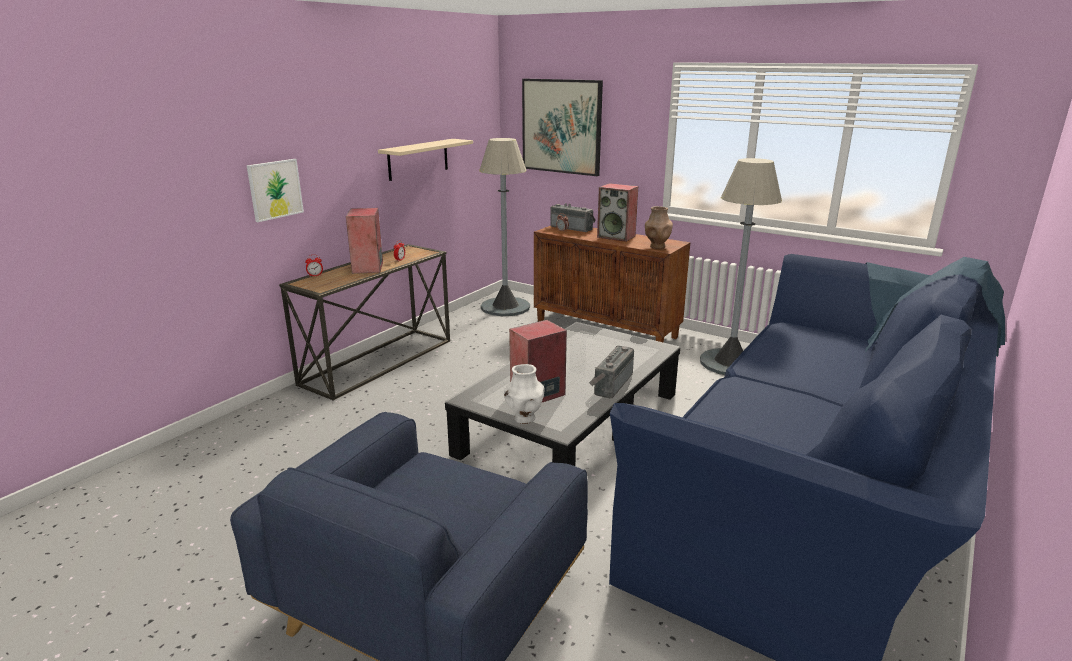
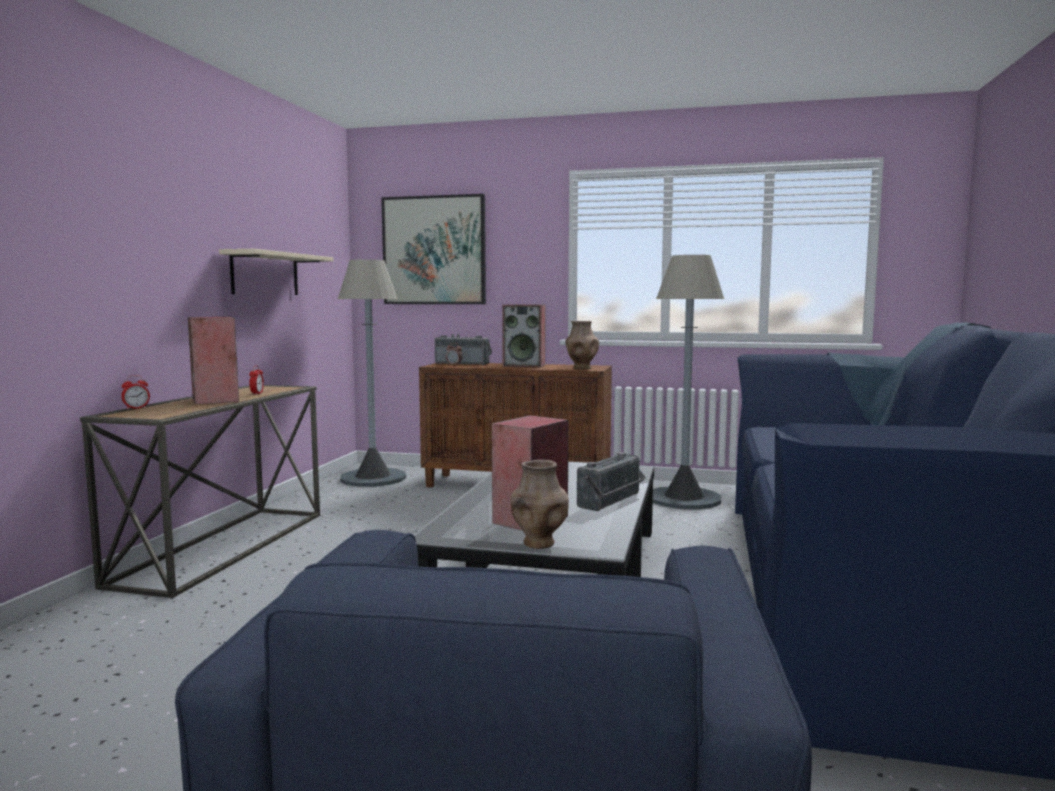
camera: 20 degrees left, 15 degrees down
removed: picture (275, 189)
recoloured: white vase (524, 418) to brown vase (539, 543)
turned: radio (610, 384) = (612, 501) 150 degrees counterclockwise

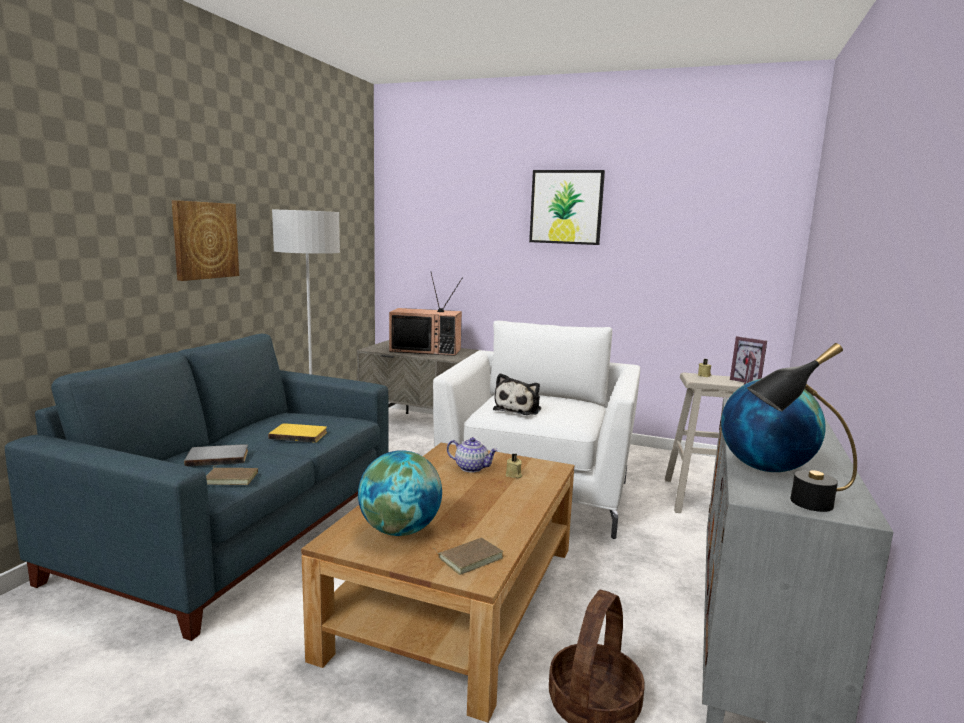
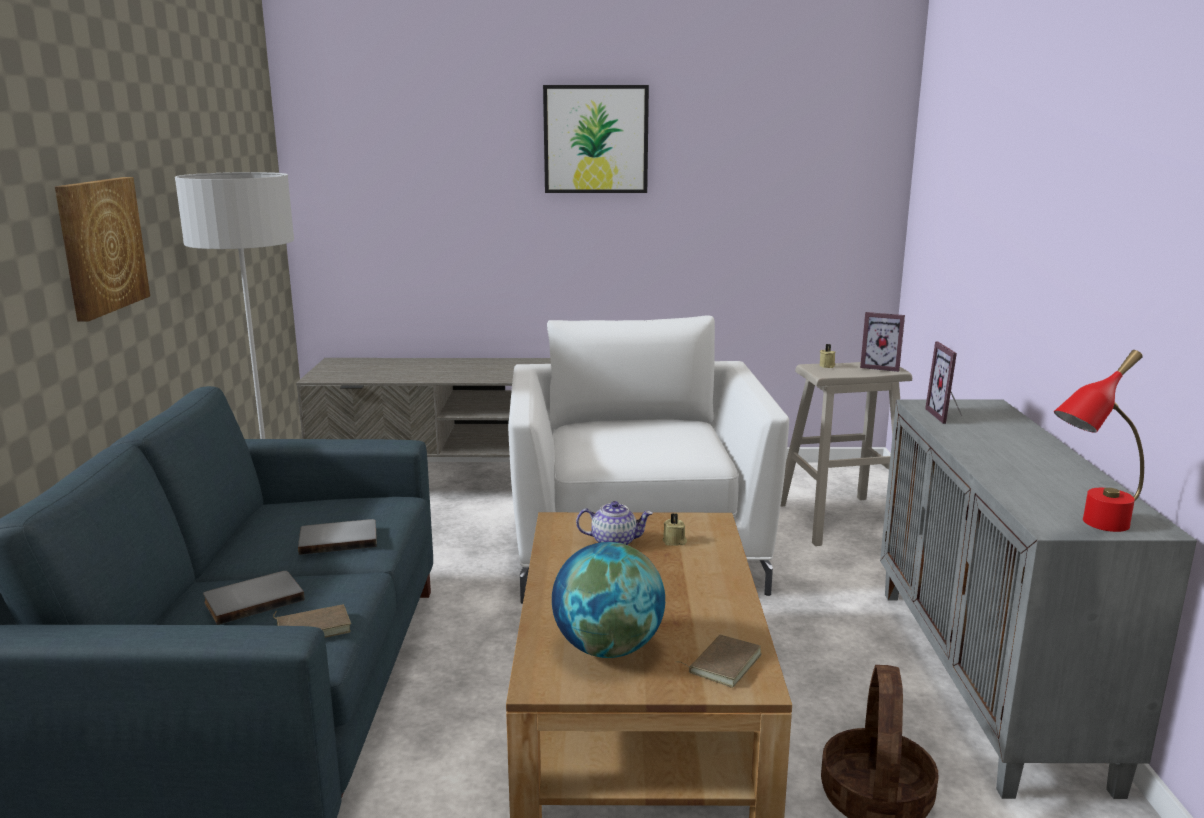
camera: 20 degrees left, 5 degrees up
removed: television (427, 350); plush toy (519, 409); globe (764, 468)
recoloured: black table lamp (793, 503) to red table lamp (1091, 527); yellow book (299, 435) to grey book (338, 539)

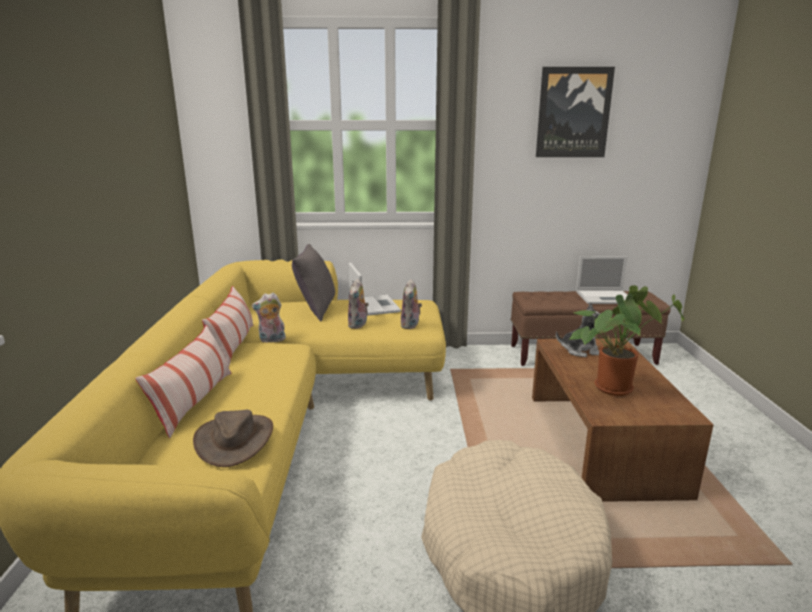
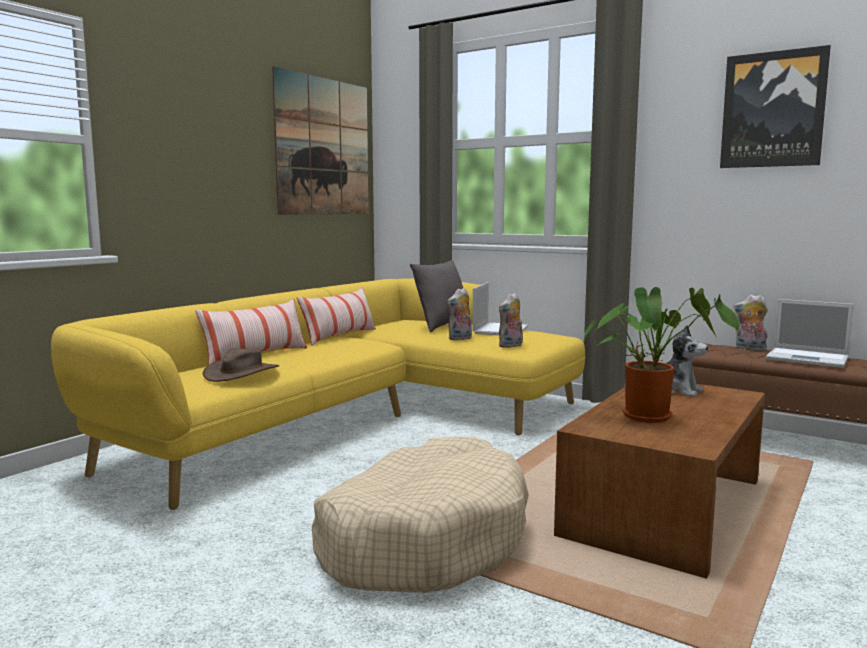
camera: 35 degrees right, 10 degrees down
added: picture (323, 147)
moved: plush toy (271, 340) to (750, 349)

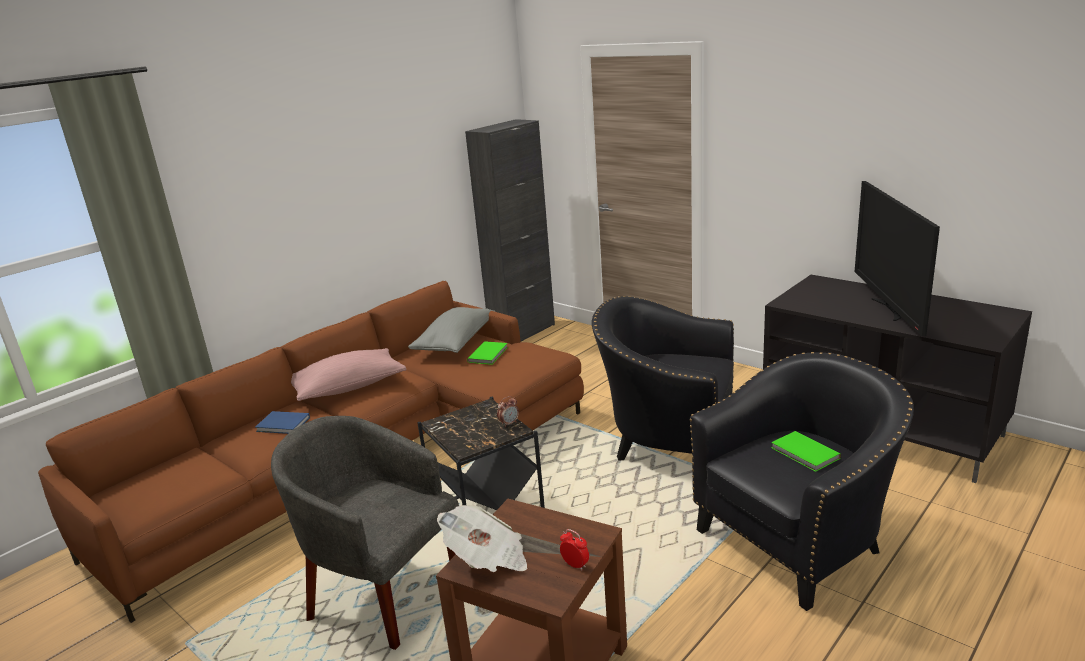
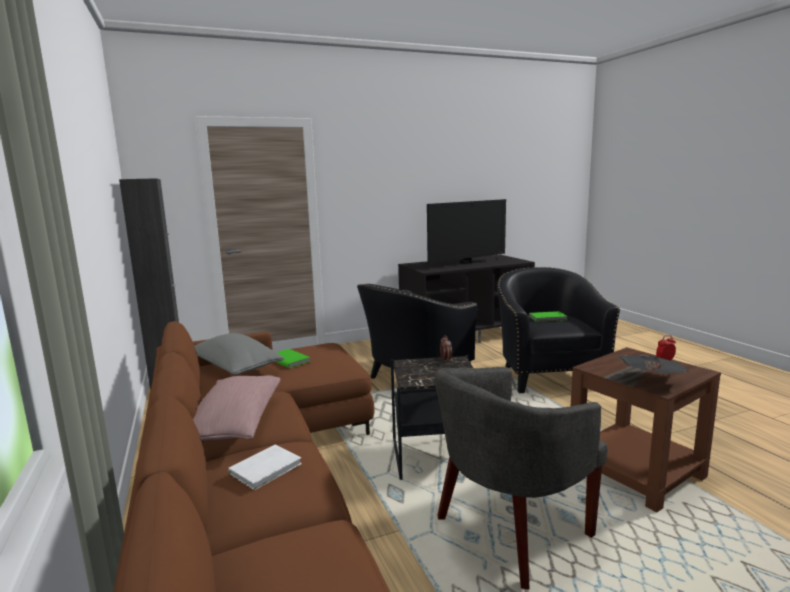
camera: 65 degrees left, 10 degrees down
recoloured: blue book (284, 425) to white book (267, 468)
turned: television (889, 309) = (466, 263) 60 degrees counterclockwise

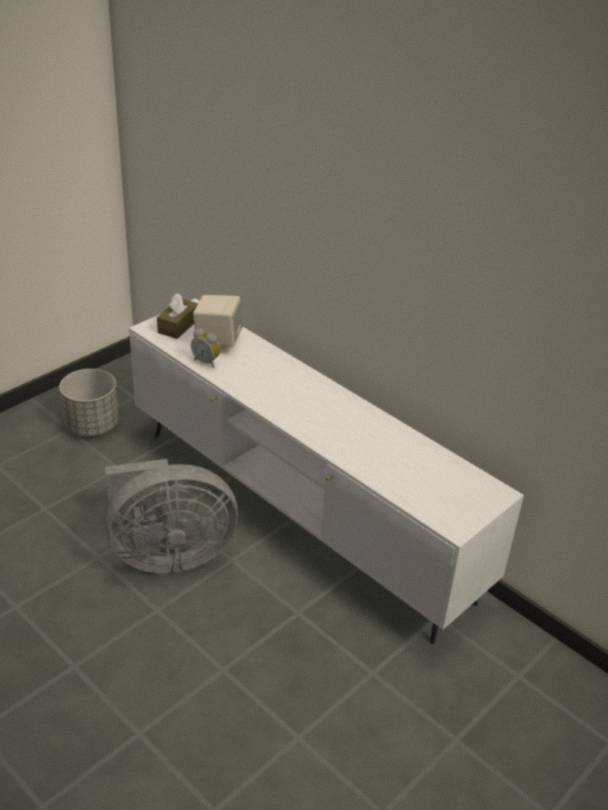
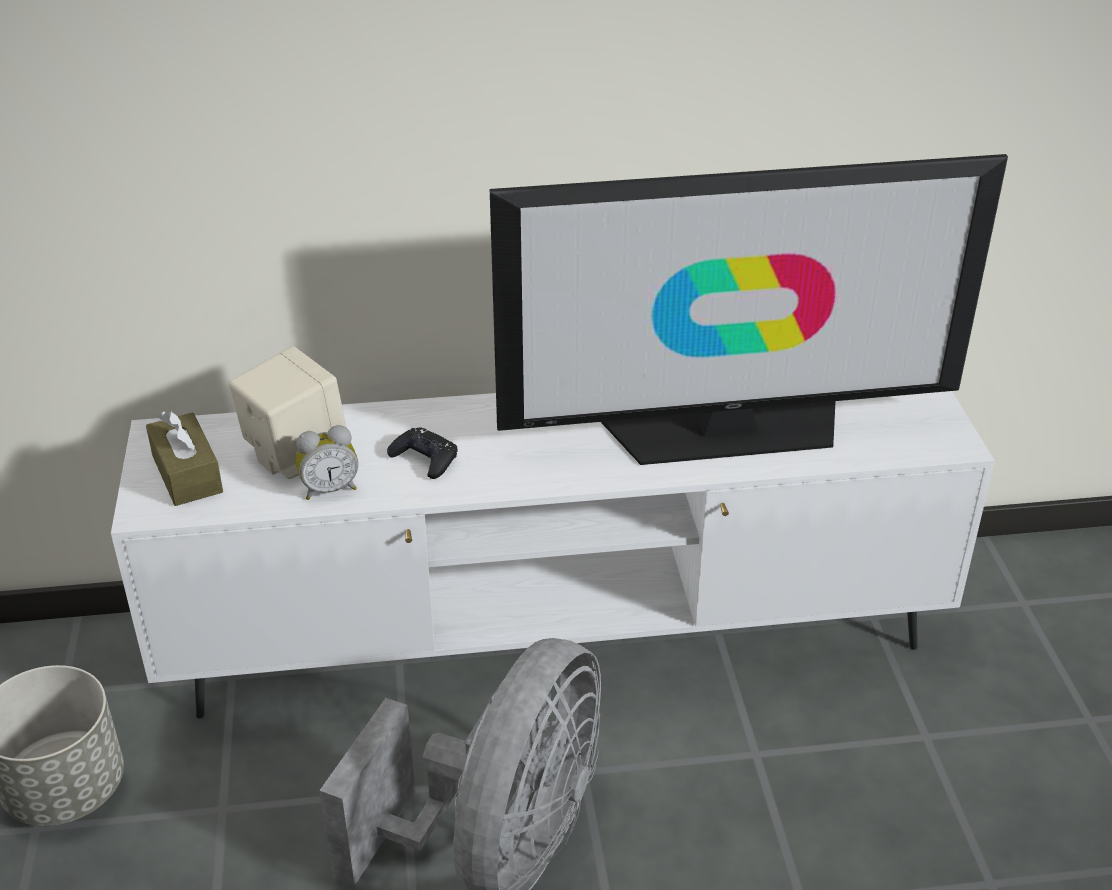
camera: 50 degrees left, 0 degrees up
added: television (727, 431); black game controller (424, 459)

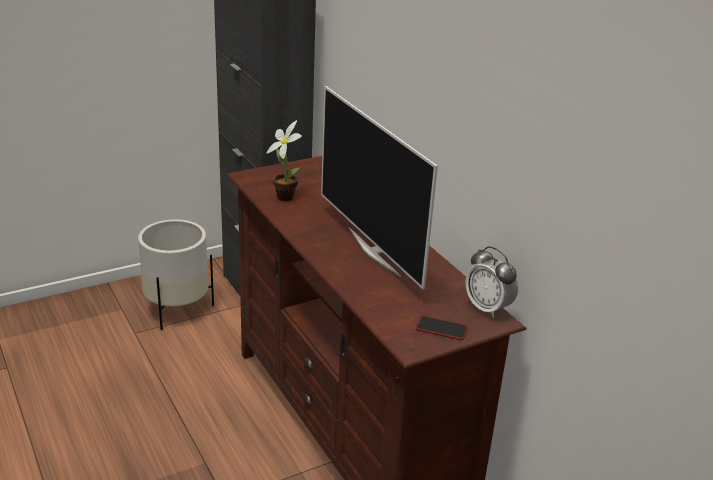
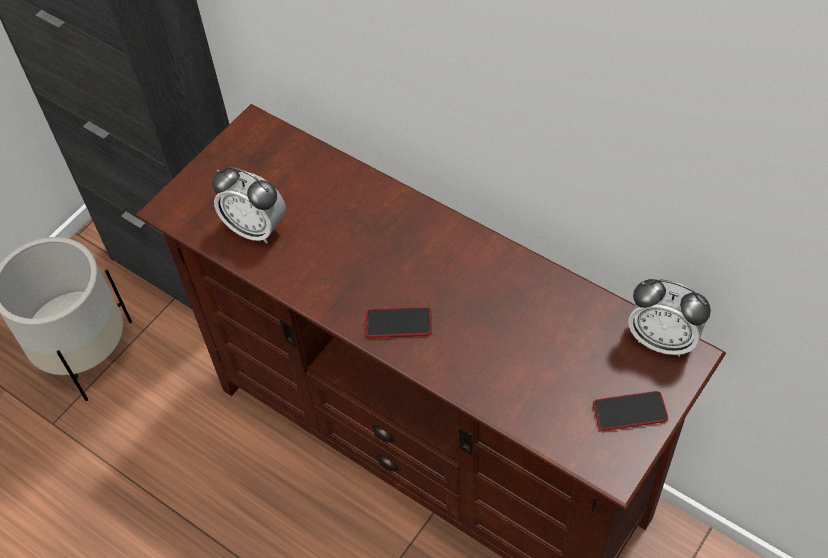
camera: 20 degrees left, 25 degrees up
removed: television (375, 251)
added: phone (398, 323)
replaced: potted plant (284, 196) to alarm clock (256, 228)

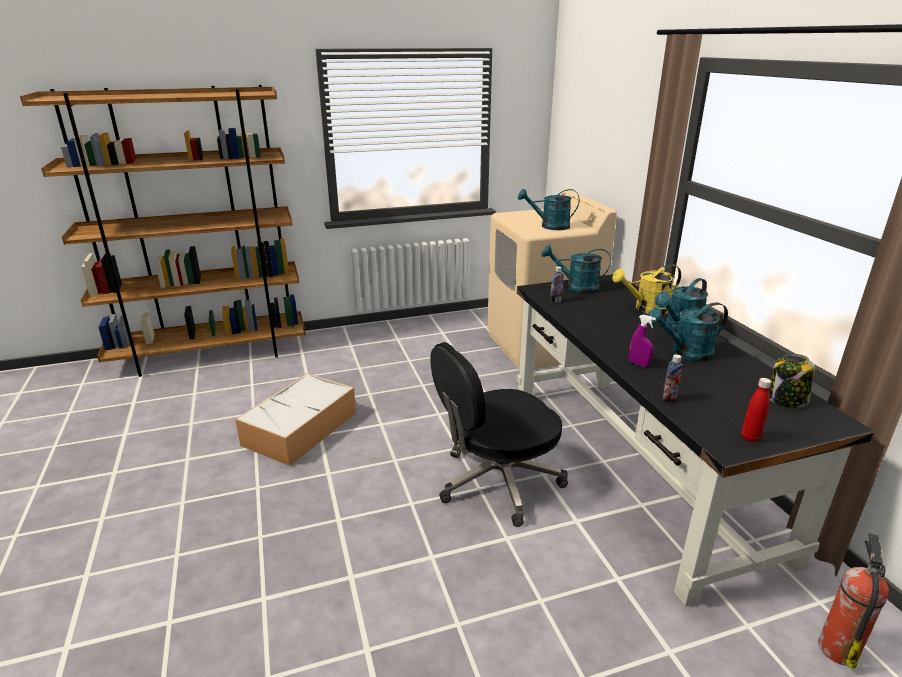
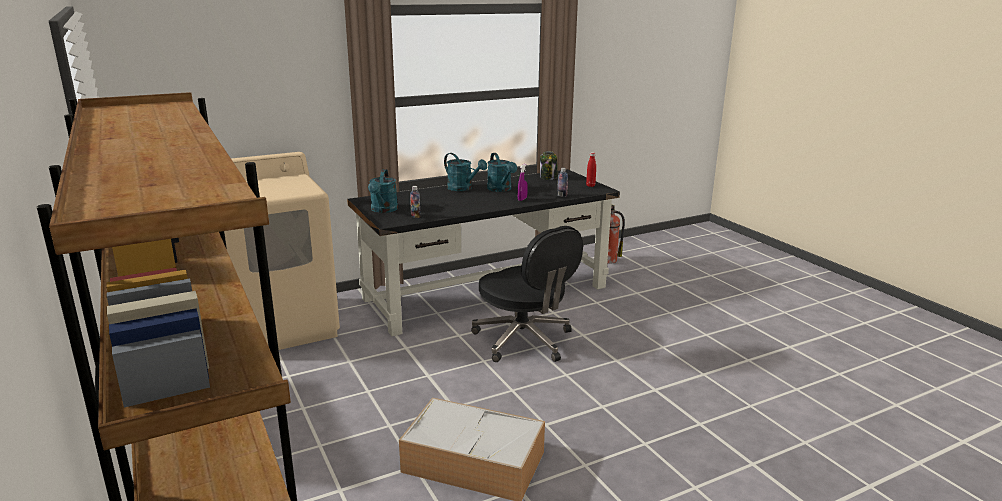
camera: 100 degrees left, 5 degrees down
removed: turquoise watering can (549, 226); yellow watering can (646, 309)

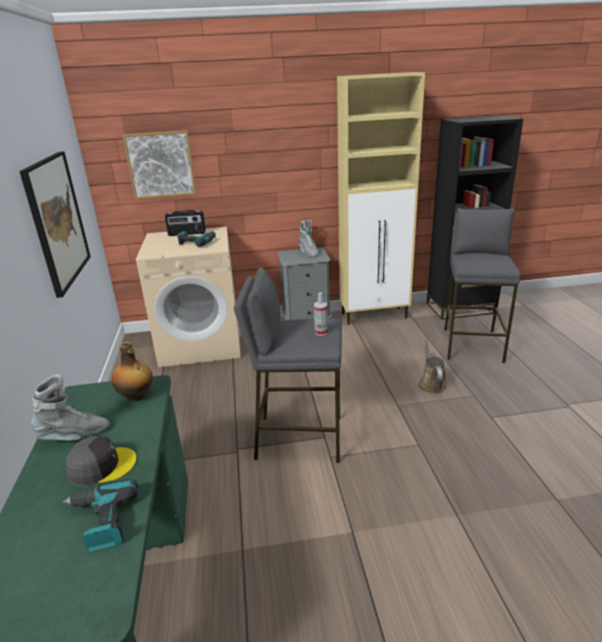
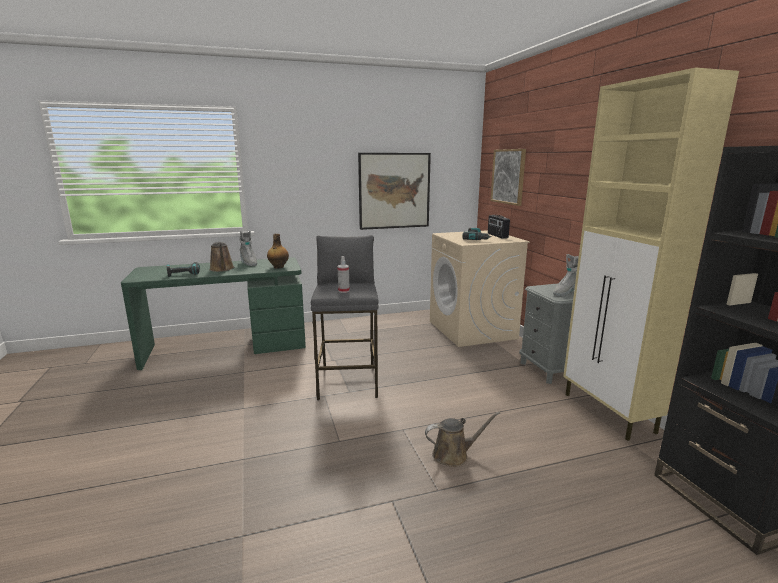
camera: 80 degrees right, 10 degrees down
removed: grey stool (472, 344)
replaced: grey cap (101, 466) to brown watering can (222, 269)

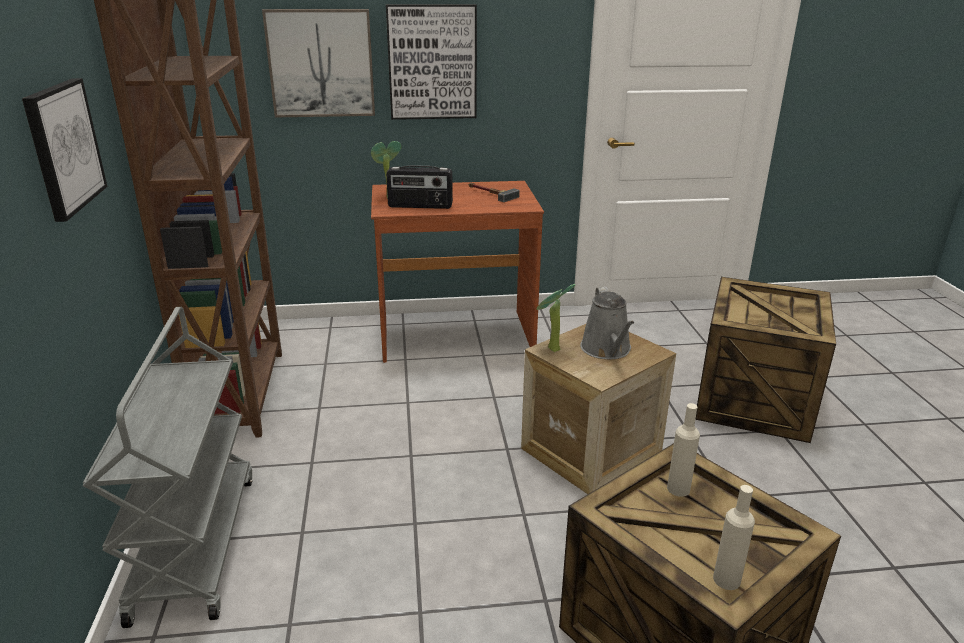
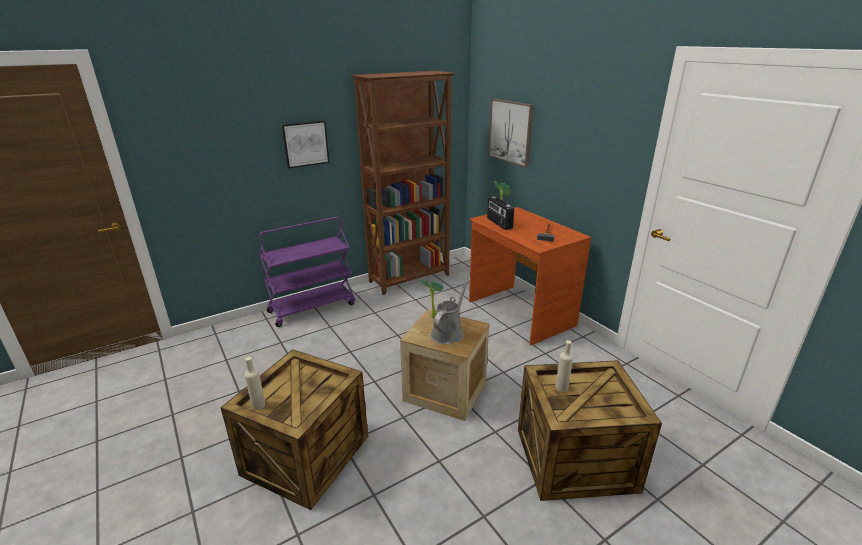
camera: 65 degrees right, 0 degrees up
removed: picture (432, 62)
moved: beige bottle (678, 489) to (561, 387)
recoloured: grey cart (195, 544) to purple cart (312, 307)
turned: grey watering can (607, 350) = (448, 333) 150 degrees clockwise

